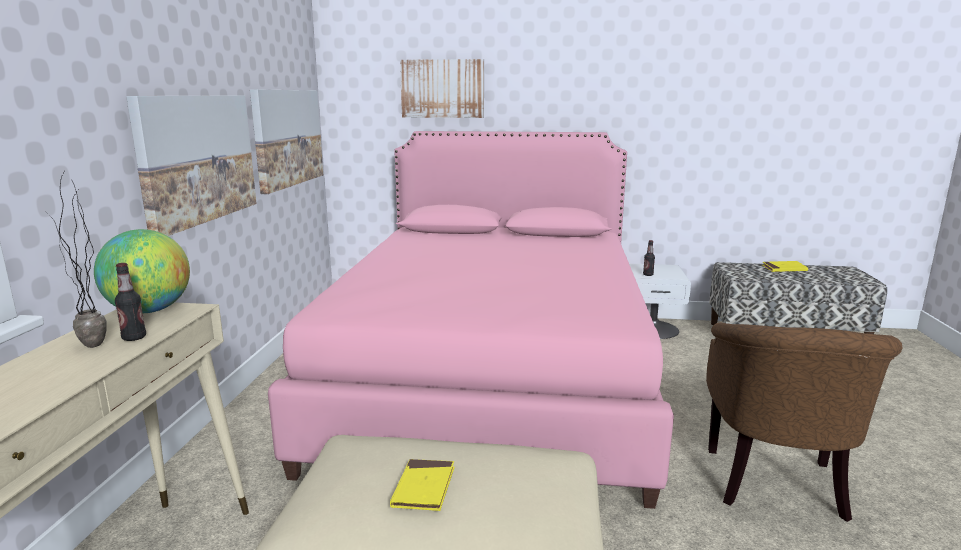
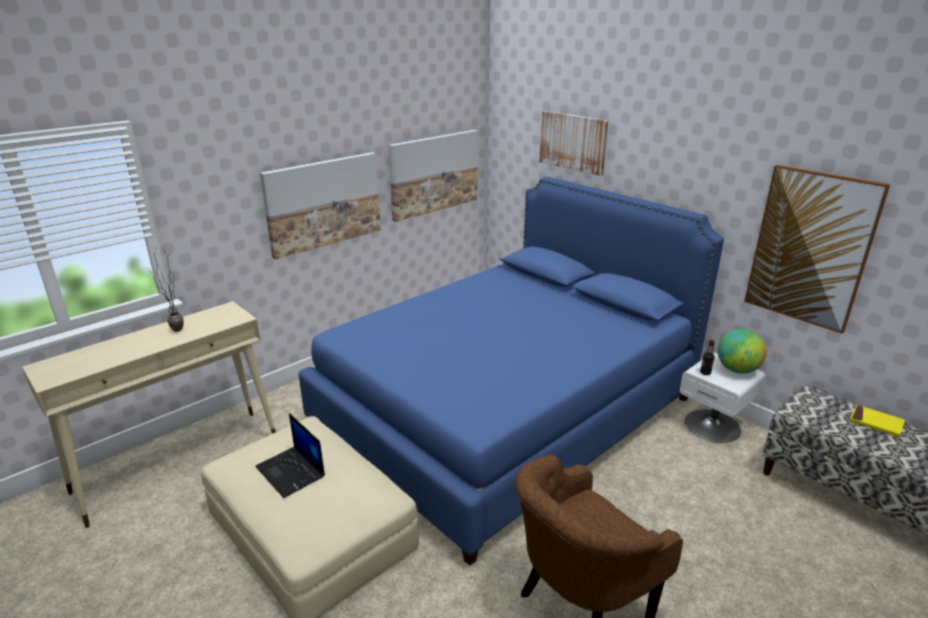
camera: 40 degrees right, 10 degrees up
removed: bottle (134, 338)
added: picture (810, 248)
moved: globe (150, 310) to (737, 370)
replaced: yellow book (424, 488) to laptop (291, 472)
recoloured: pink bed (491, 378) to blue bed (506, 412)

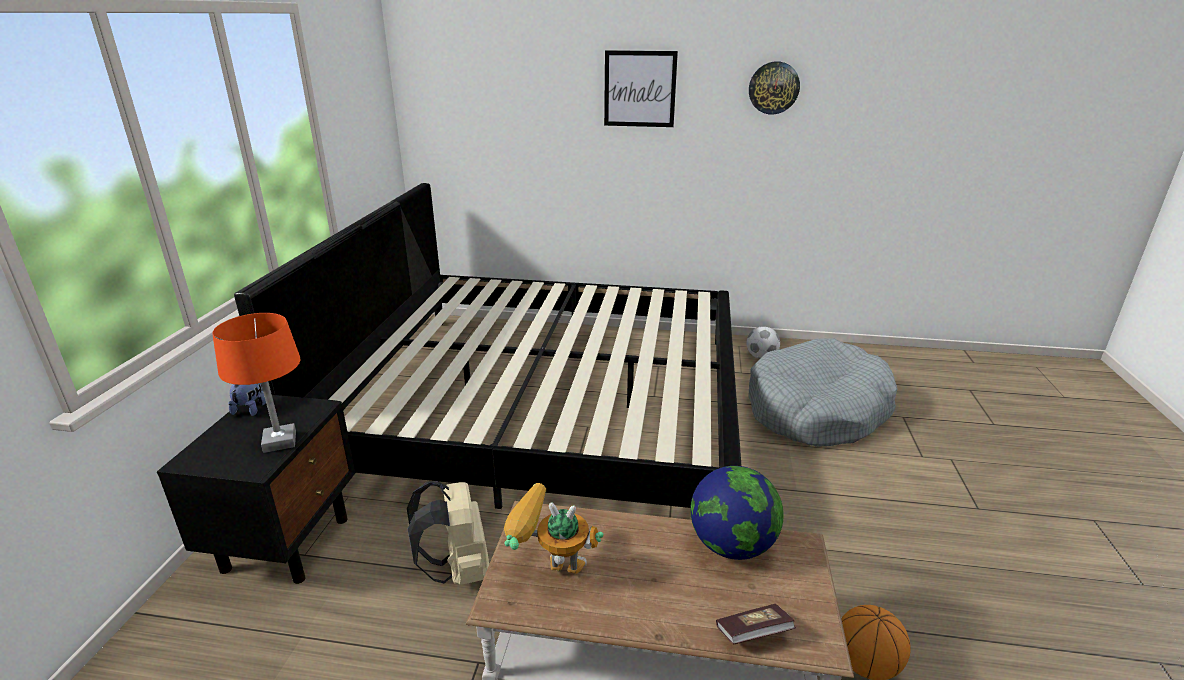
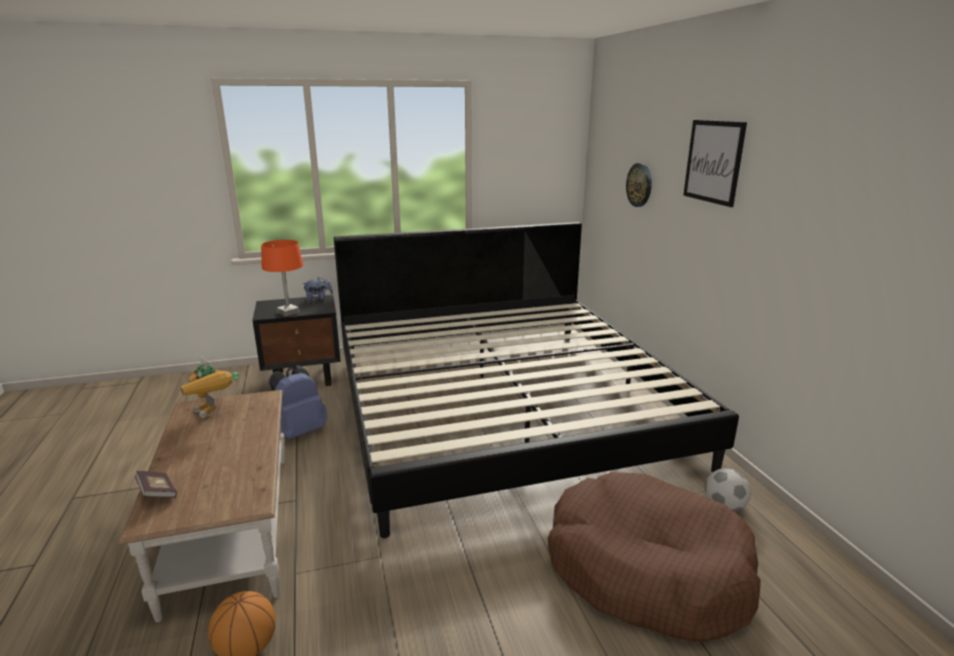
camera: 65 degrees right, 5 degrees down
removed: globe (732, 546)
moved: wall clock (773, 88) to (639, 185)
recoloured: grey dog bed (816, 410) to brown dog bed (646, 570); beige backpack (458, 570) to blue backpack (300, 431)
turned: toy robot (549, 572) = (214, 414) 150 degrees clockwise

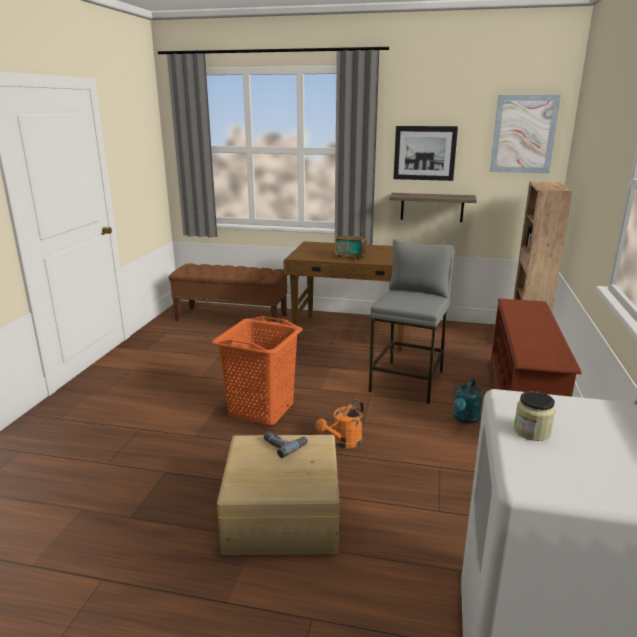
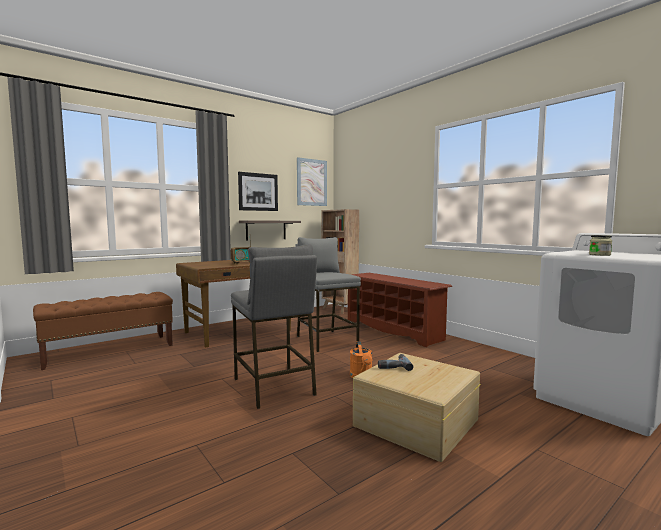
camera: 50 degrees left, 15 degrees down
removed: turquoise watering can (465, 419)
replaced: orange laundry basket (261, 410) to grey stool (274, 386)

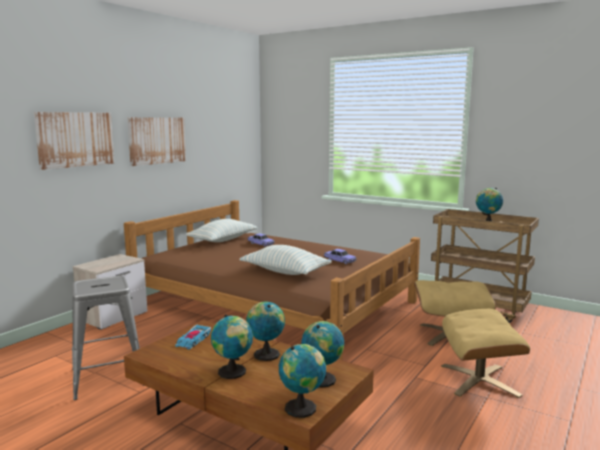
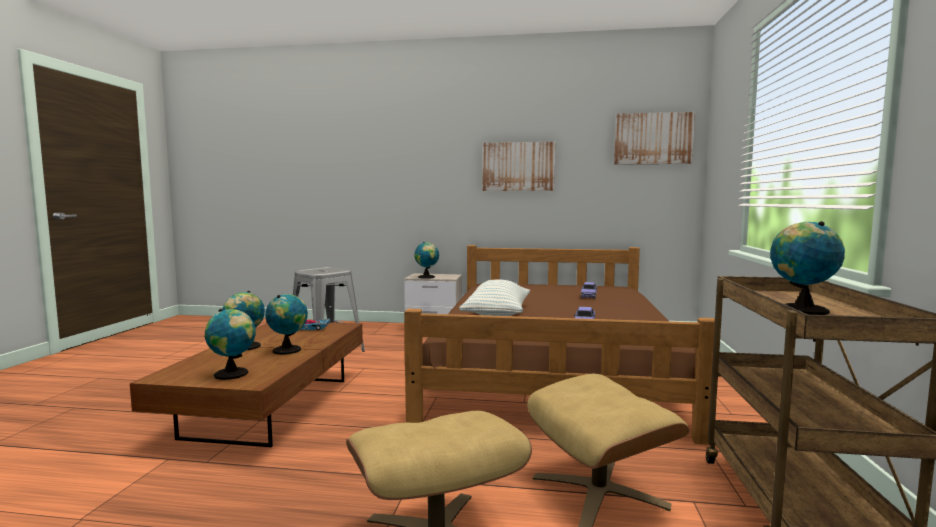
camera: 65 degrees right, 5 degrees down
removed: pillow (223, 240)
moved: picture (75, 139) to (653, 138); globe (302, 408) to (427, 277)

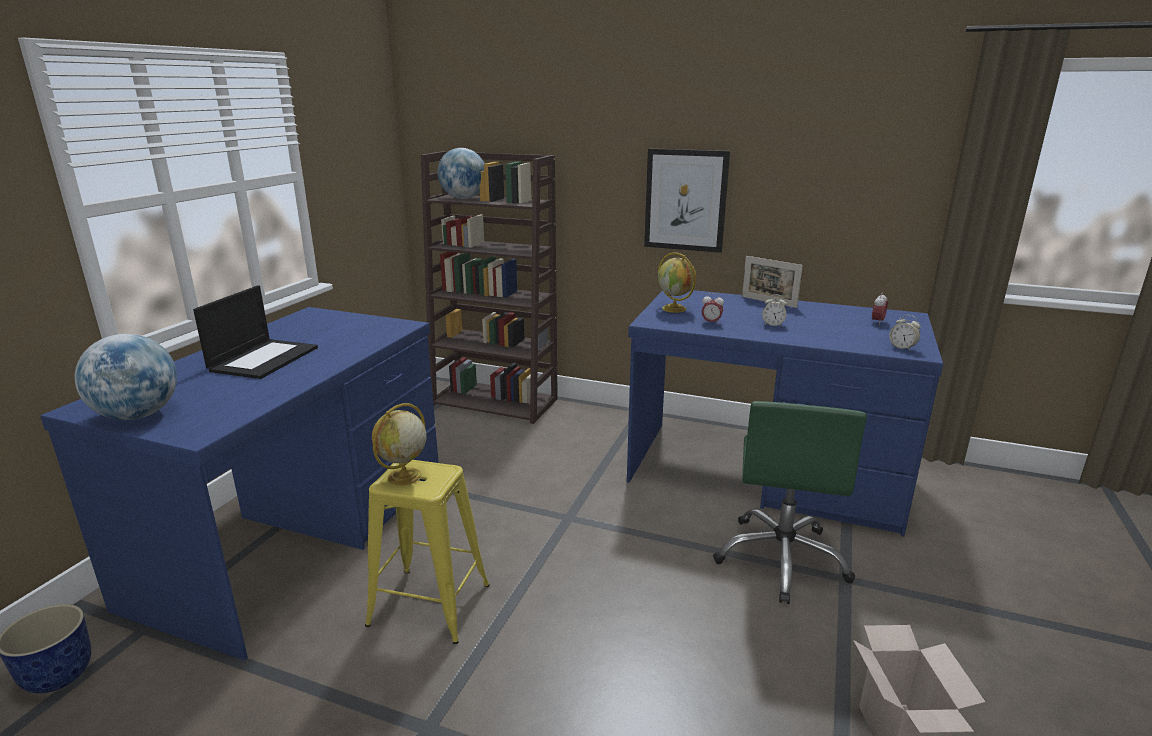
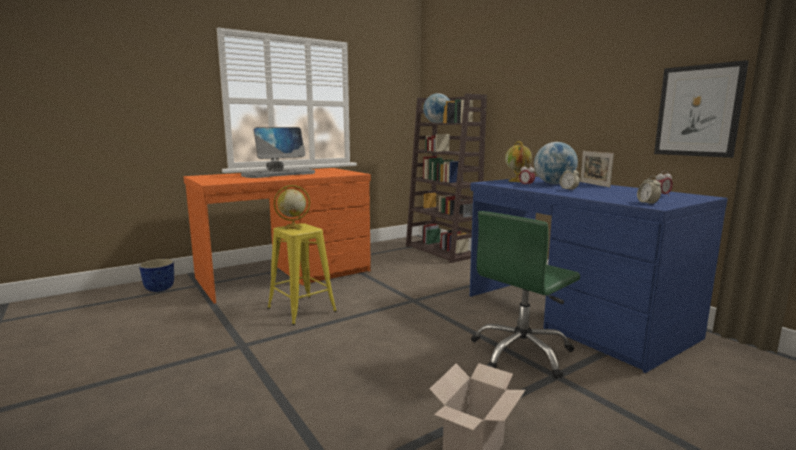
camera: 35 degrees right, 10 degrees down
moved: picture (685, 200) to (698, 111); globe (138, 415) to (554, 183)
replaced: laptop (264, 358) to monitor (279, 174)
recoloured: blue desk (300, 535) to orange desk (285, 274)

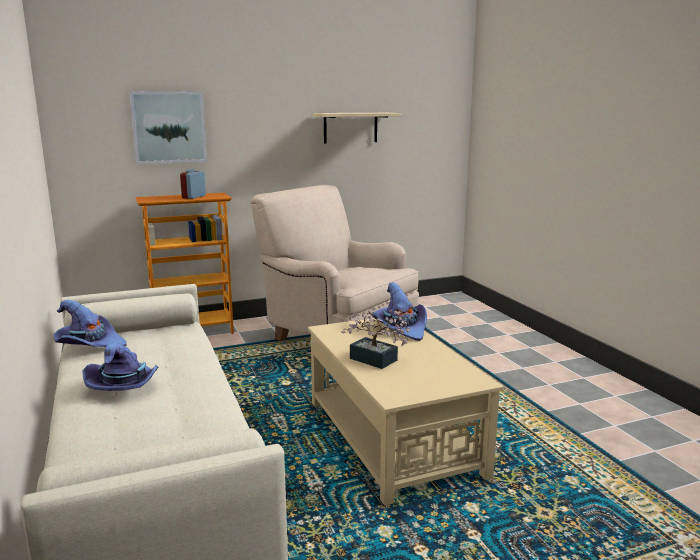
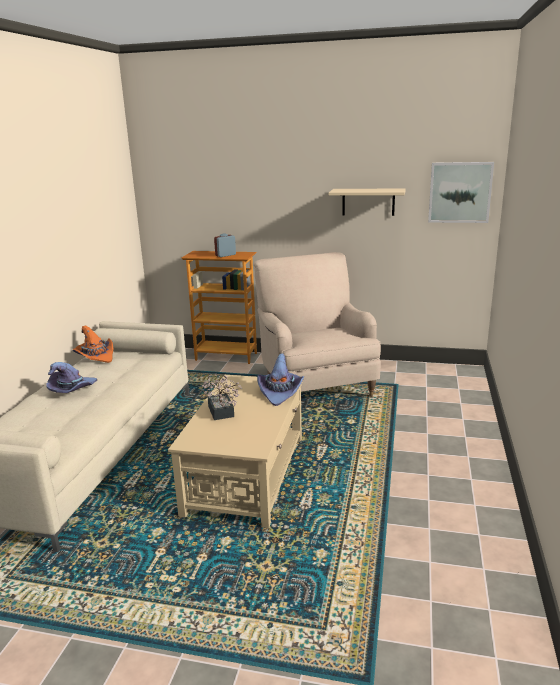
camera: 35 degrees right, 5 degrees up
moved: picture (169, 127) to (460, 192)
recoloured: purple hat (89, 344) to orange hat (96, 356)

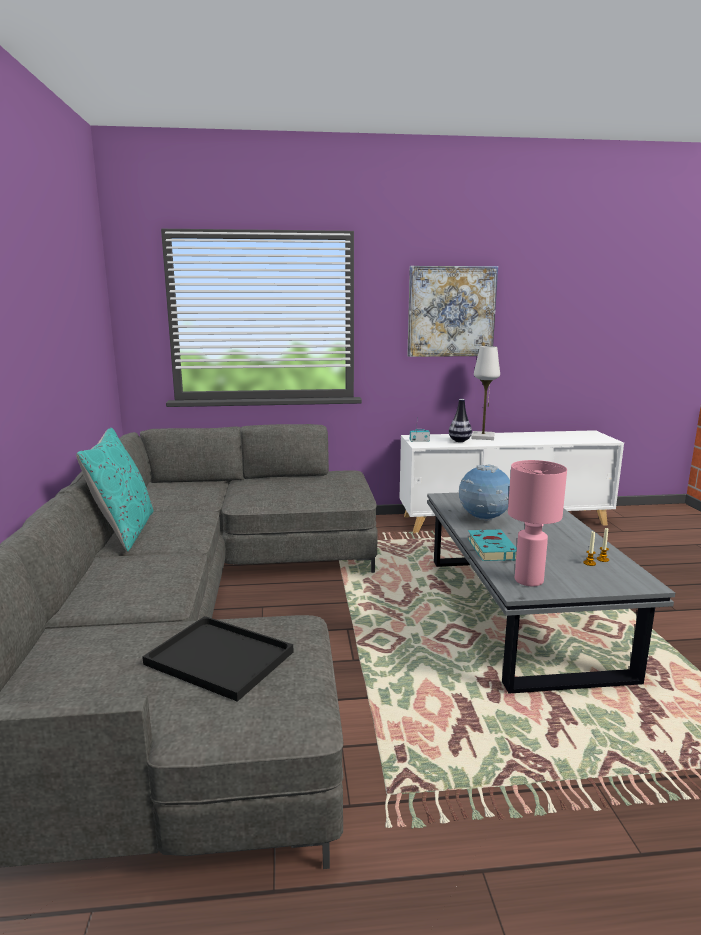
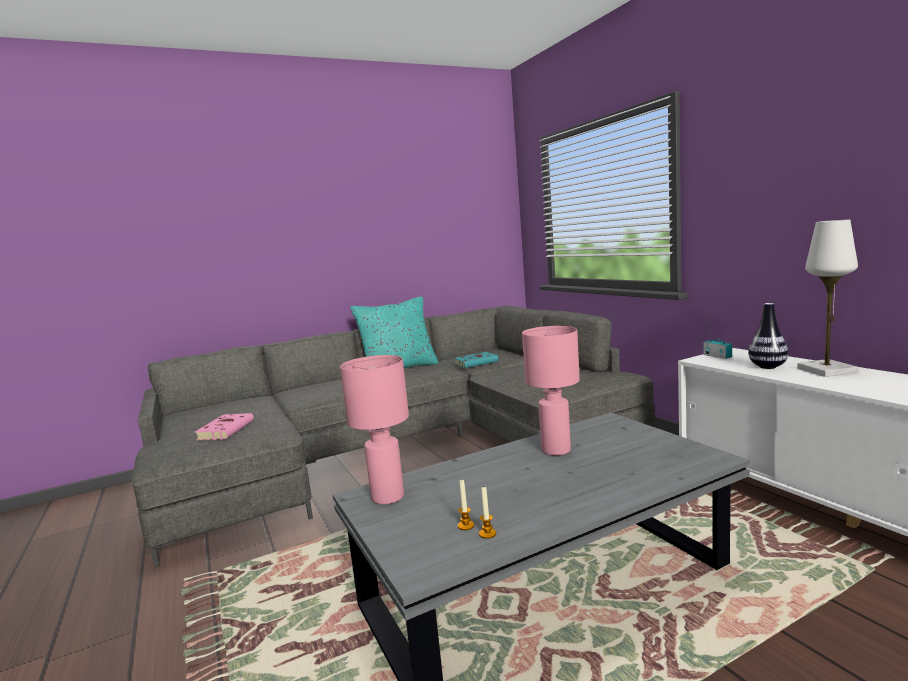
camera: 70 degrees right, 5 degrees down
removed: picture (451, 311)
moved: turquoise book (491, 548) to (477, 362)
replaced: globe (484, 520) to pink table lamp (555, 450); black tray (216, 658) to pink book (226, 429)

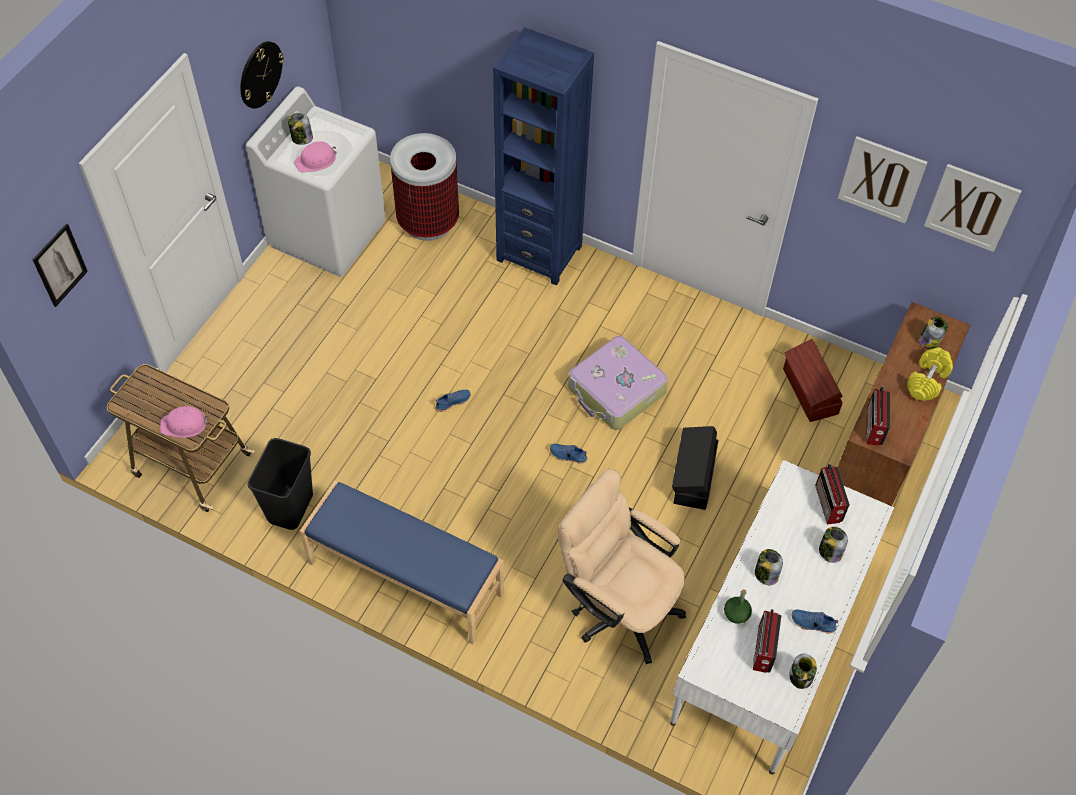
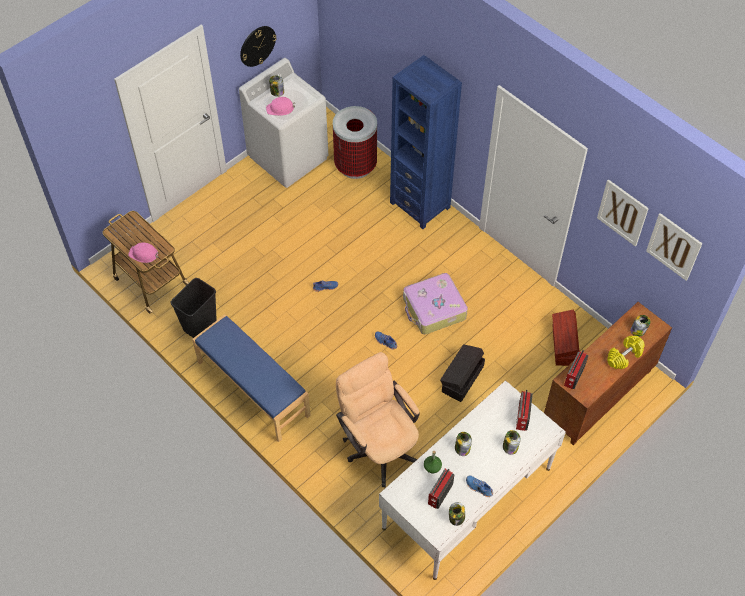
camera: 20 degrees right, 0 degrees up
removed: picture (60, 265)

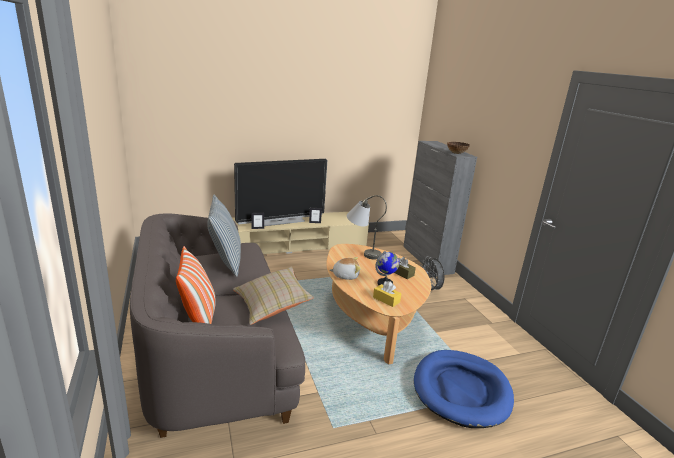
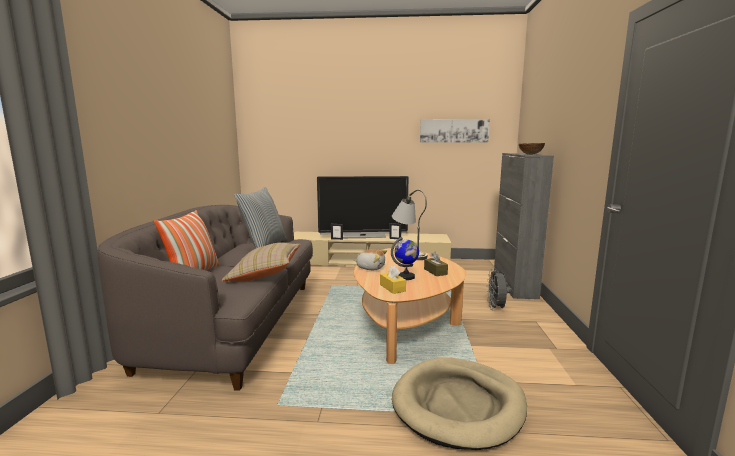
camera: 25 degrees right, 10 degrees down
added: picture (454, 131)
recoloured: blue dog bed (461, 390) to beige dog bed (458, 405)

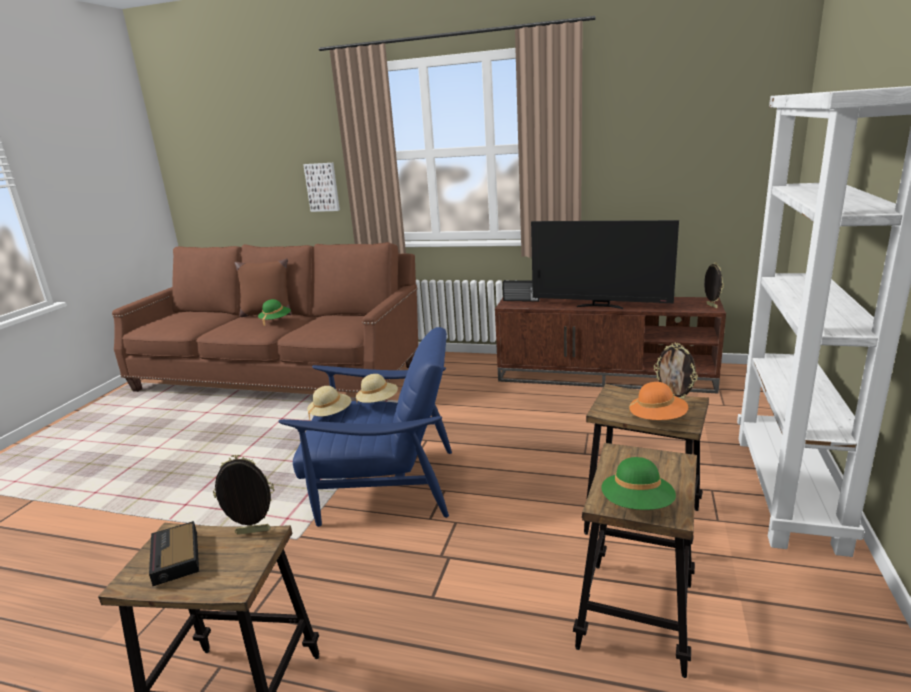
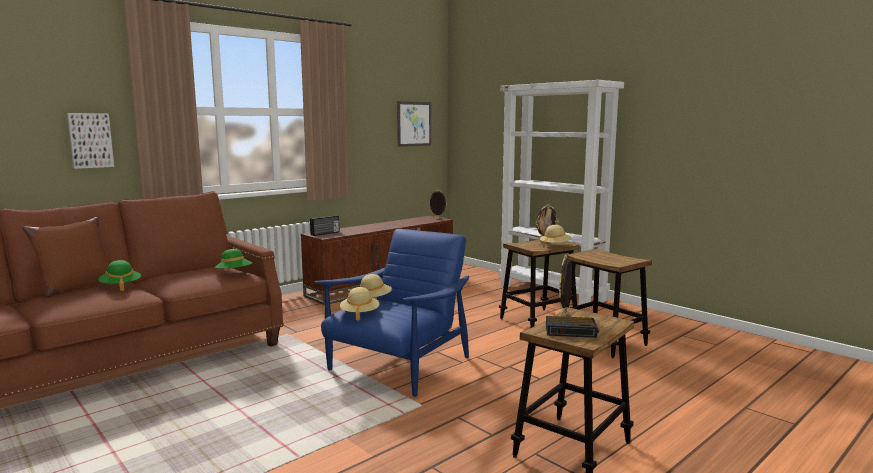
camera: 60 degrees left, 10 degrees down
removed: television (600, 306)
added: picture (414, 124)
moved: green hat (637, 505) to (234, 273)
recoloured: orange hat (657, 419) to beige hat (555, 246)

